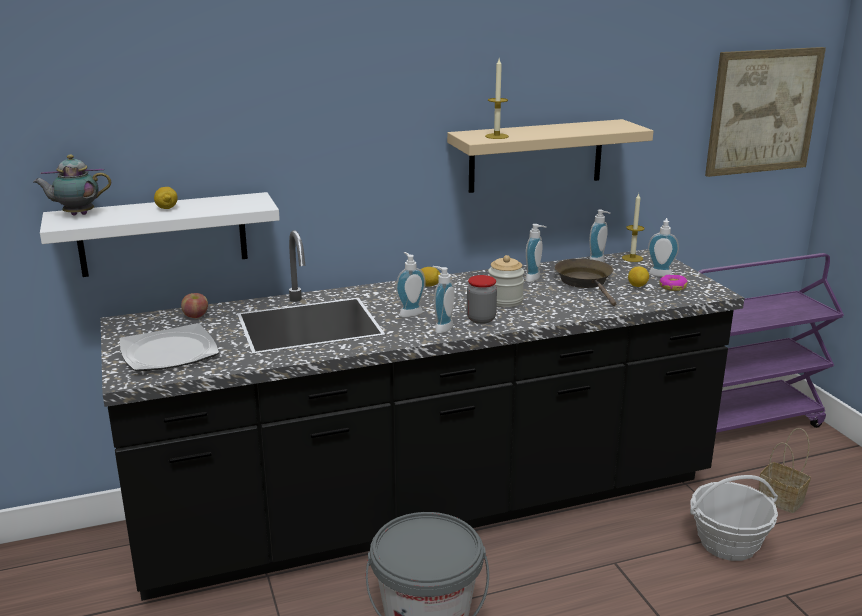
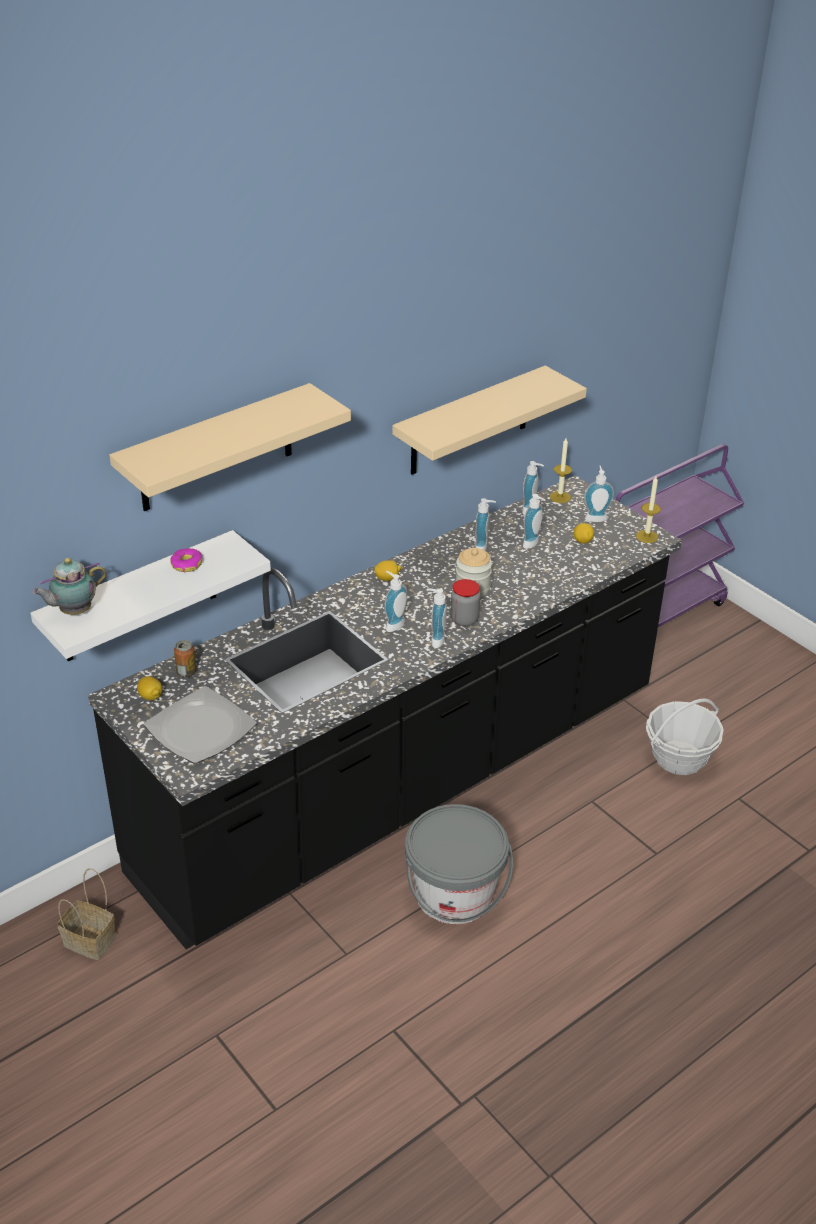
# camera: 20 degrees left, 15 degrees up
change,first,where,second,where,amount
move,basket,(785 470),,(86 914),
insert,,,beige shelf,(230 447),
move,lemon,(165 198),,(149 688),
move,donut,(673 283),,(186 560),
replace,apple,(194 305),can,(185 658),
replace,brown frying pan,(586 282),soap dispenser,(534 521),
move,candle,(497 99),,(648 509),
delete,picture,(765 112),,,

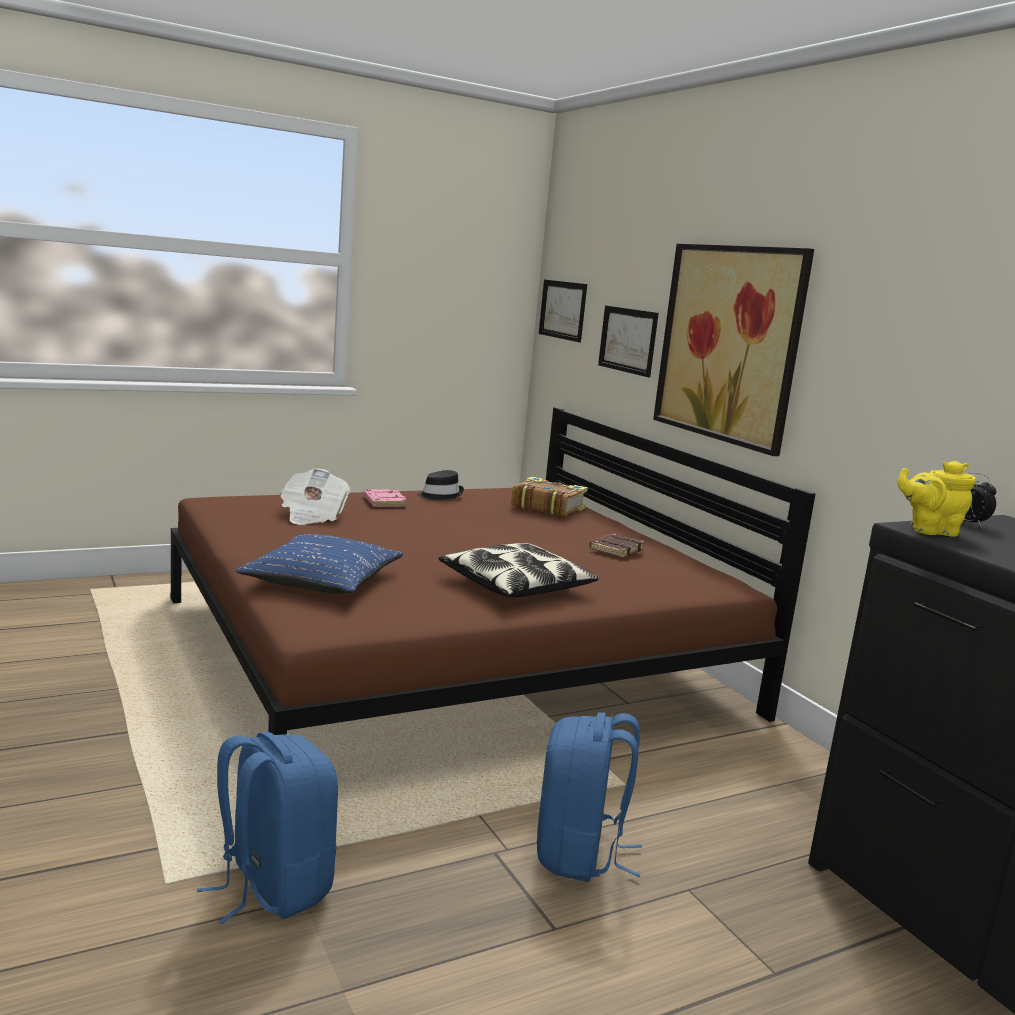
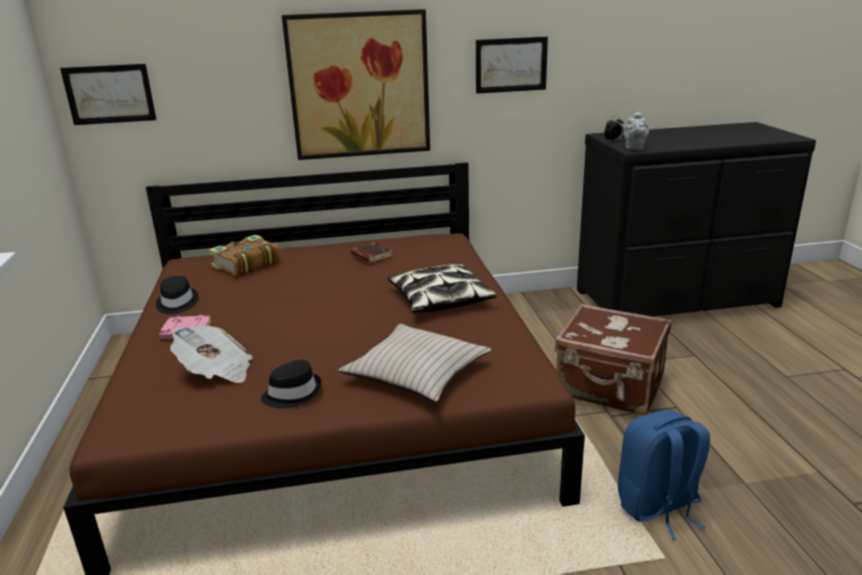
# camera: 70 degrees left, 10 degrees up
change,first,where,second,where,amount
insert,,,black hat,(291 384),
recolor,blue pillow,(319 564),beige pillow,(414 363),
move,picture,(628 341),,(512 65),
replace,blue backpack,(589 797),brown suitcase,(613 360),
recolor,yellow teapot,(936 499),grey teapot,(636 131),

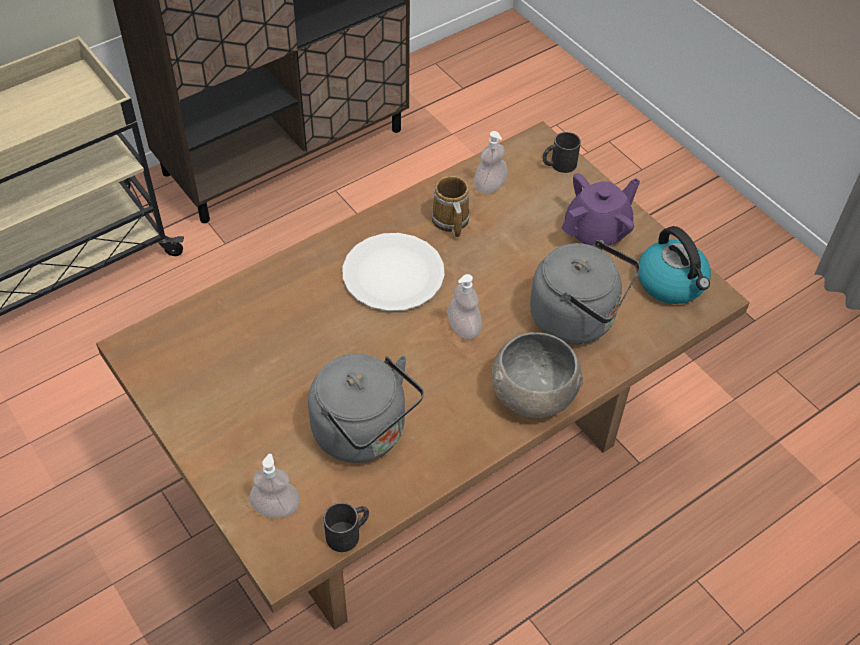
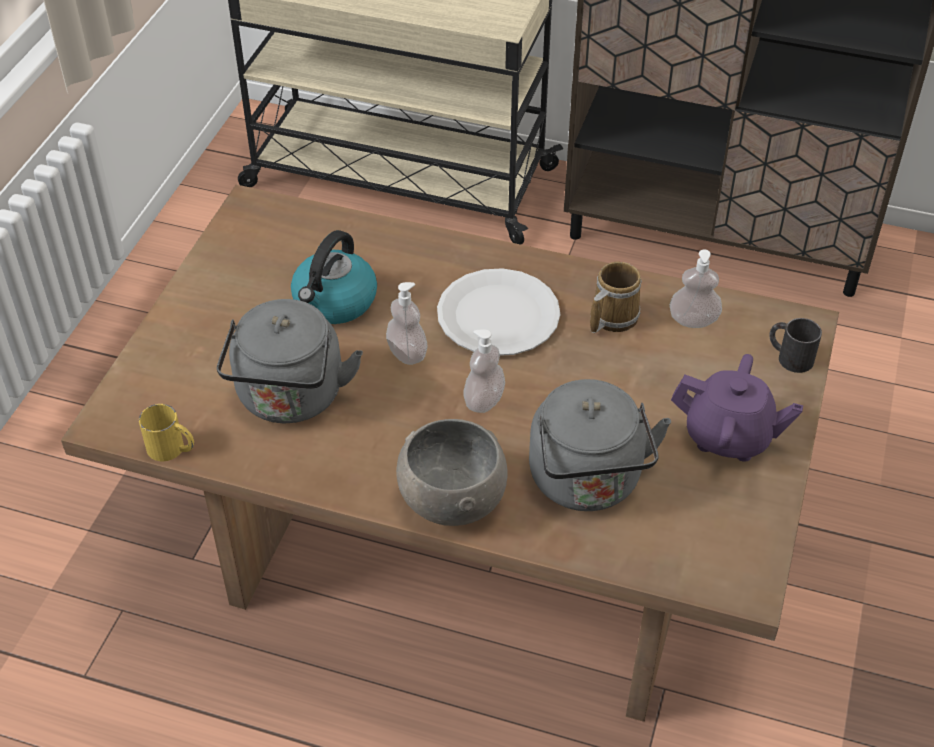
# camera: 55 degrees right, 5 degrees down
change,first,where,second,where,amount
recolor,black mug,(346 527),yellow mug,(166 432),
move,kettle,(674 265),,(334 277),
move,soap dispenser,(274 486),,(407 323),

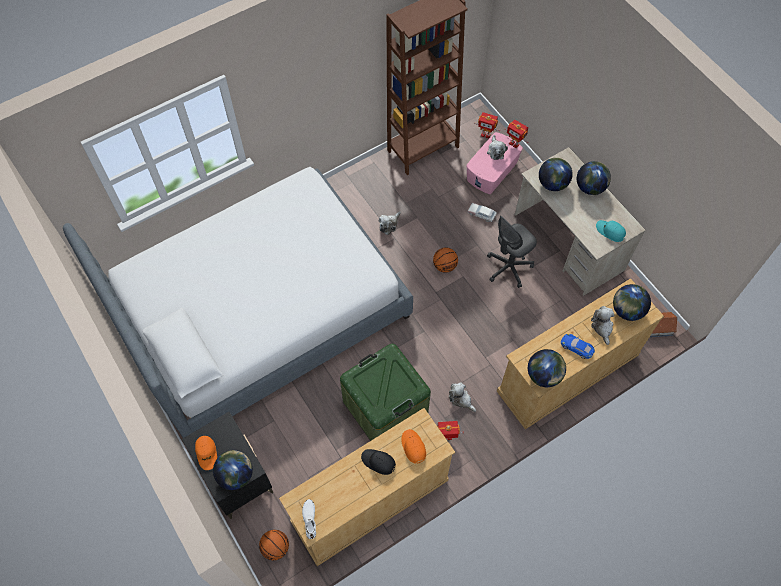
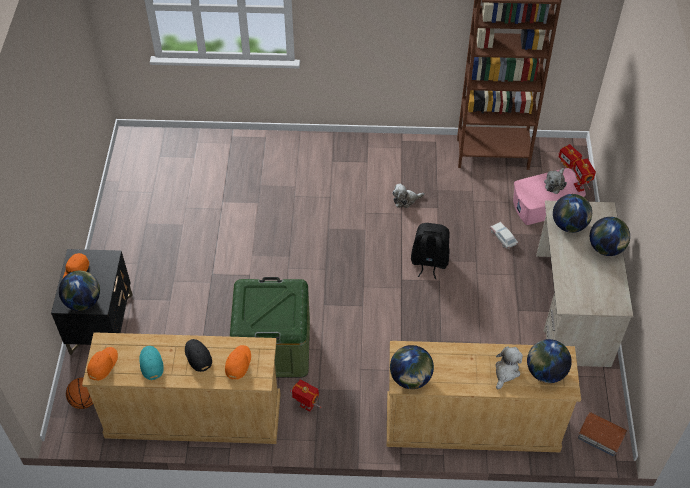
# camera: 35 degrees right, 10 degrees down
change,first,where,second,where,amount
replace,white shoe,(309 519),orange cap,(102 364),
move,turquoise cap,(611 231),,(151 363),
replace,basketball,(445 260),black backpack,(430 251),
delete,bed,(238 302),,,
delete,plush toy,(462 397),,,
delete,grey office chair,(512 251),,,
delete,blue toy car,(578 346),,,

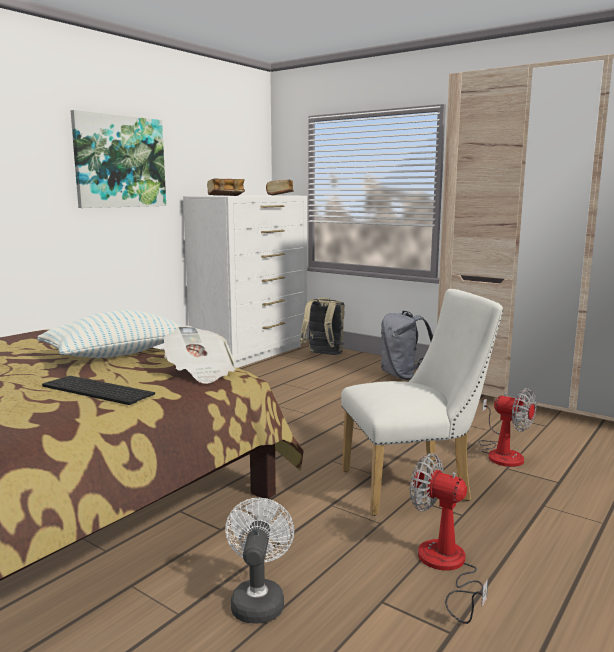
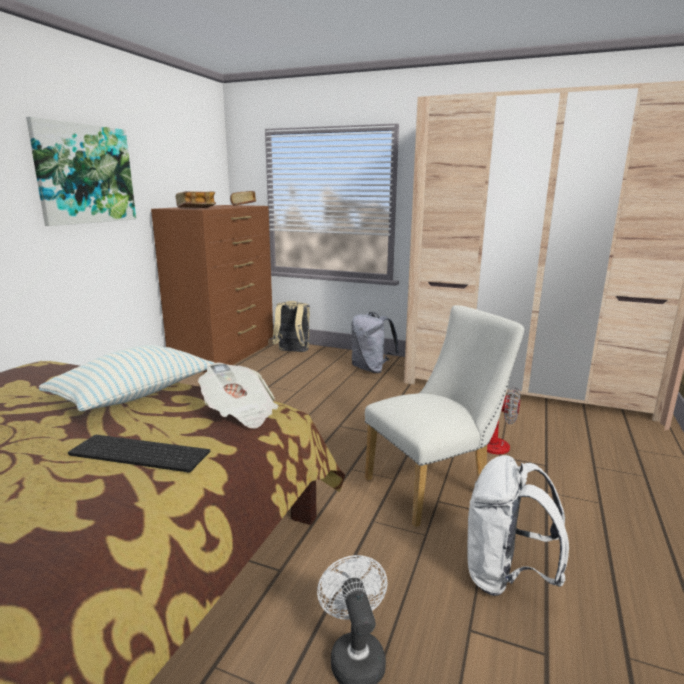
# camera: 15 degrees left, 5 degrees up
change,first,where,second,where,amount
recolor,white dresser,(245 281),brown dresser,(212 289),
replace,fan,(449 538),white backpack,(518 525),

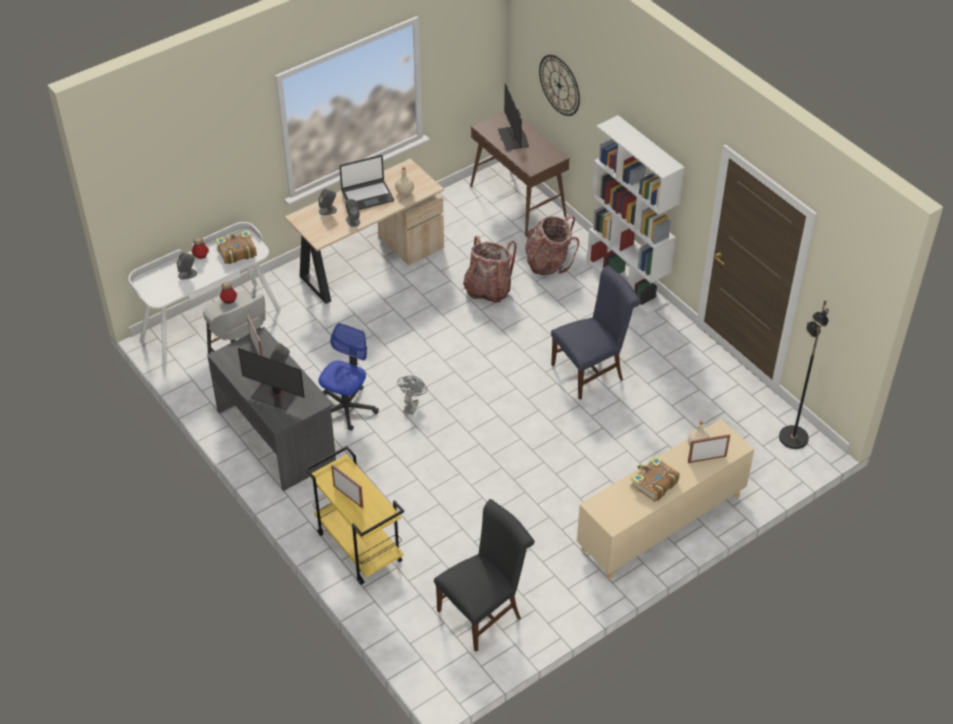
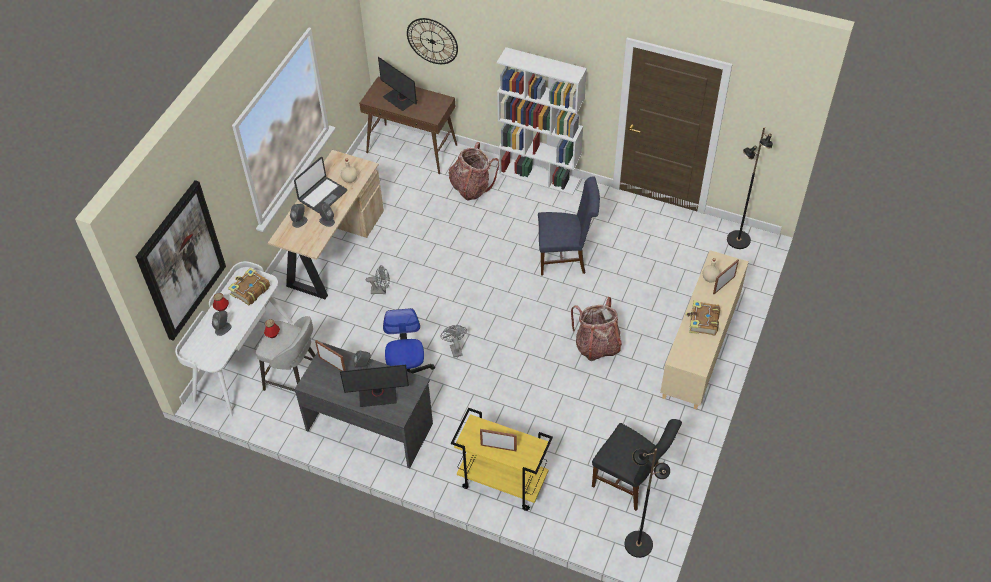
# camera: 30 degrees left, 5 degrees up
change,first,where,second,where,amount
insert,,,picture,(181 260),
insert,,,grey fan,(378 279),
rotate,blue chair,(596 332),,(569 225),60 degrees clockwise
move,backpack,(490 269),,(596 329),
rotate,black chair,(484 575),,(637 465),105 degrees clockwise
insert,,,black floor lamp,(647 503),

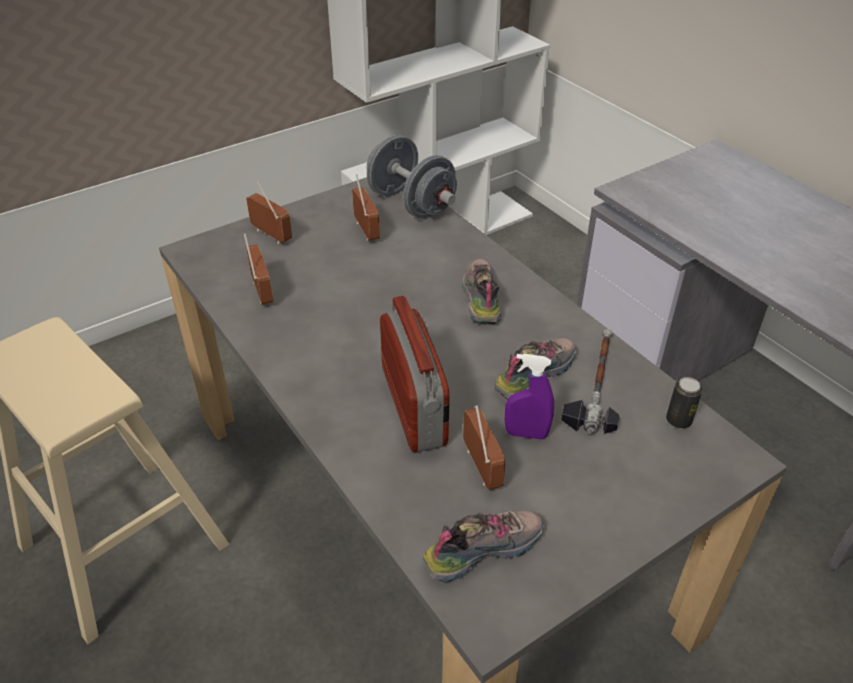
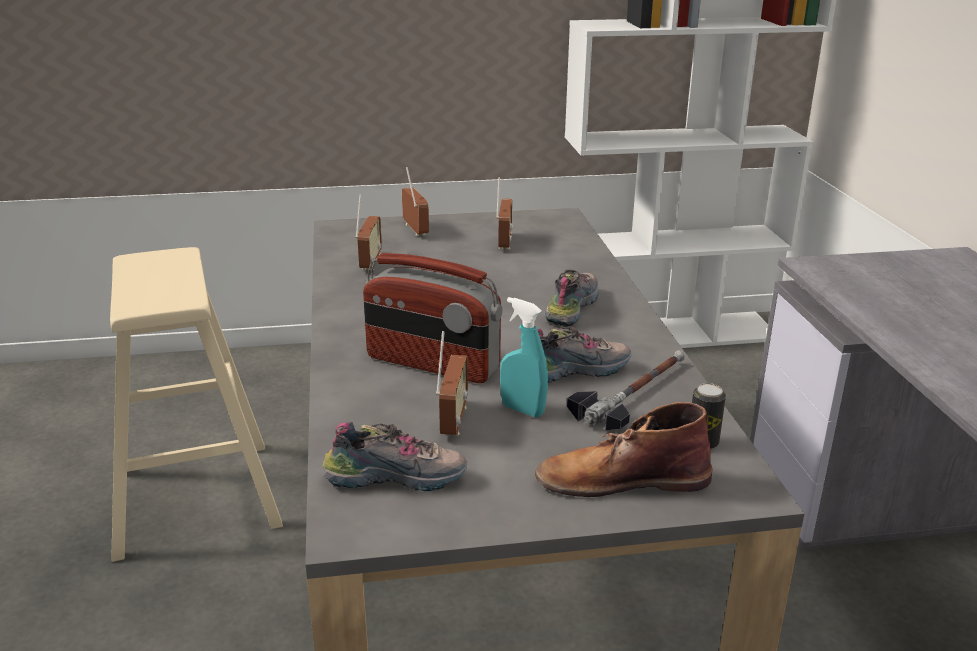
# camera: 25 degrees right, 15 degrees down
change,first,where,second,where,amount
rotate,radio,(415 374),,(433 318),105 degrees clockwise
recolor,purple spray bottle,(529 397),turquoise spray bottle,(524 357),
insert,,,brown boot,(624 449),
delete,grey dumbbell,(412 177),,,

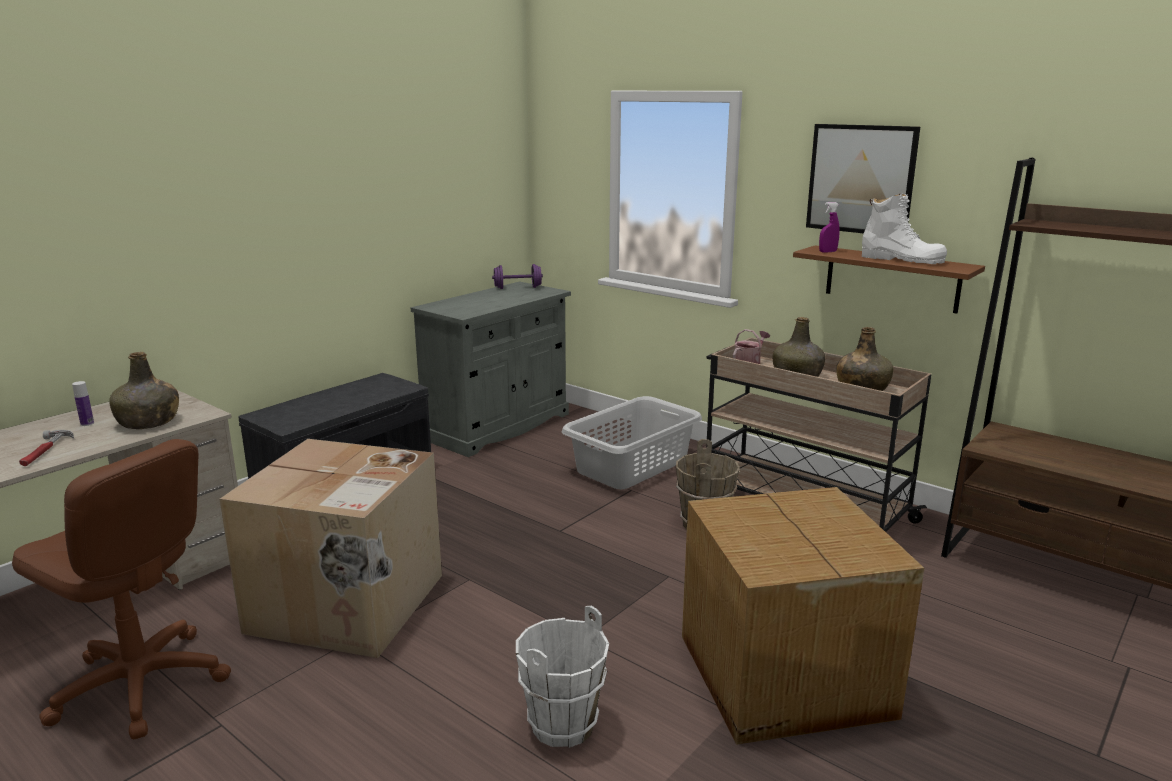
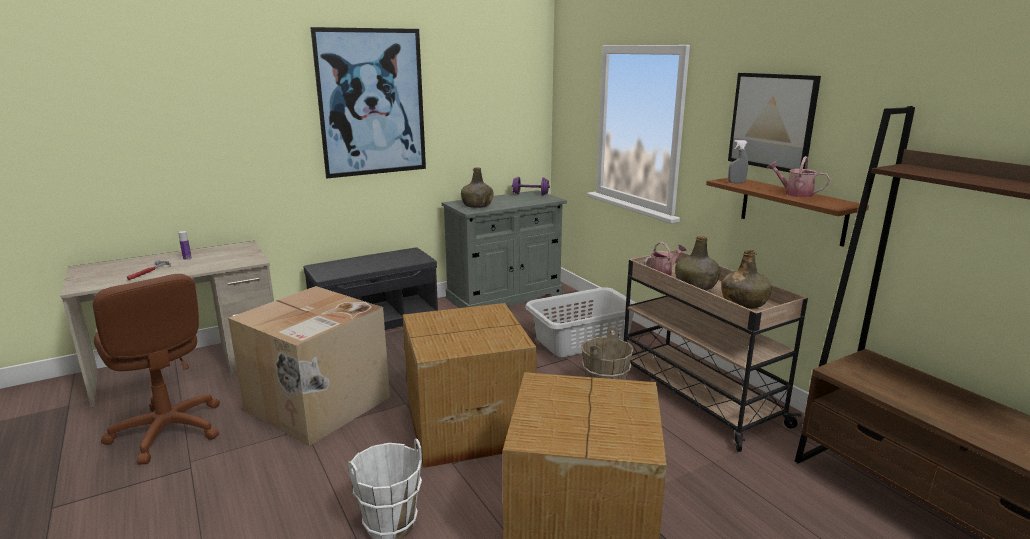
# camera: 20 degrees right, 0 degrees up
change,first,where,second,where,amount
insert,,,picture,(368 102),
insert,,,cardboard box,(470 385),
move,green bottle,(144 390),,(477 188),
recolor,purple spray bottle,(829 227),grey spray bottle,(738 161),
replace,white boot,(904 229),watering can,(798 177),

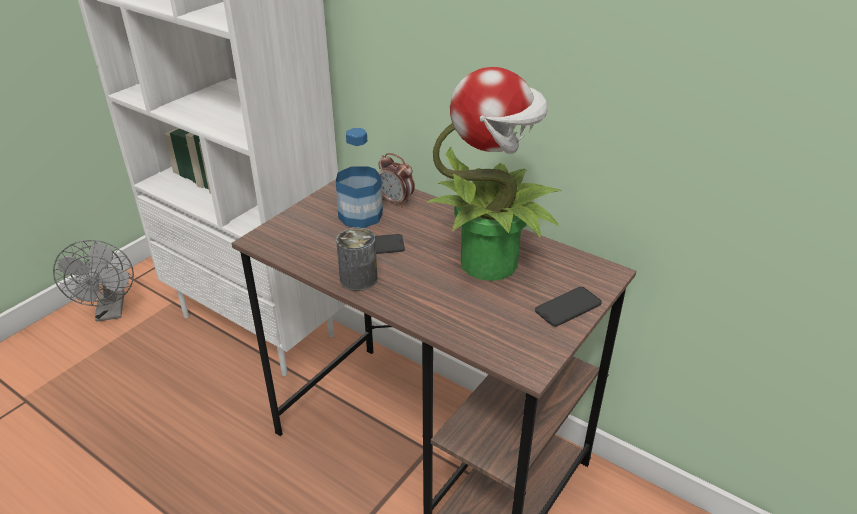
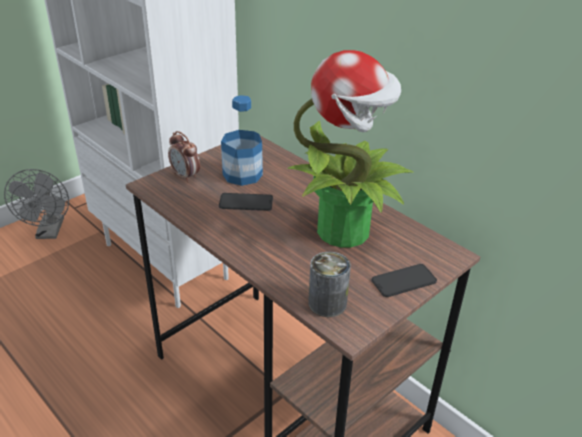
# camera: 10 degrees right, 0 degrees up
change,first,where,second,where,amount
move,alarm clock,(396 180),,(184 157),
move,can,(356 259),,(329 284),

